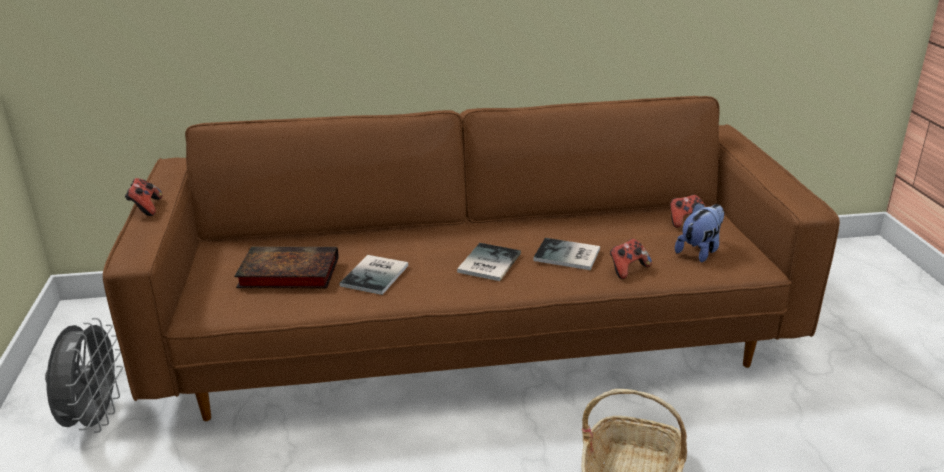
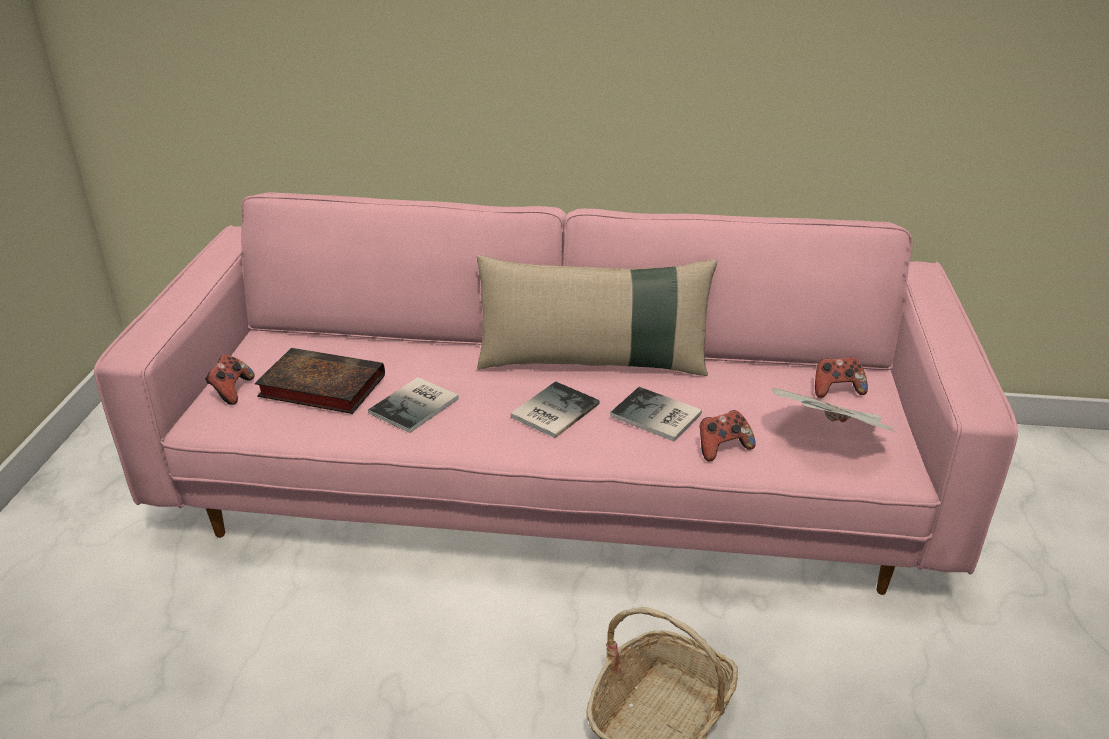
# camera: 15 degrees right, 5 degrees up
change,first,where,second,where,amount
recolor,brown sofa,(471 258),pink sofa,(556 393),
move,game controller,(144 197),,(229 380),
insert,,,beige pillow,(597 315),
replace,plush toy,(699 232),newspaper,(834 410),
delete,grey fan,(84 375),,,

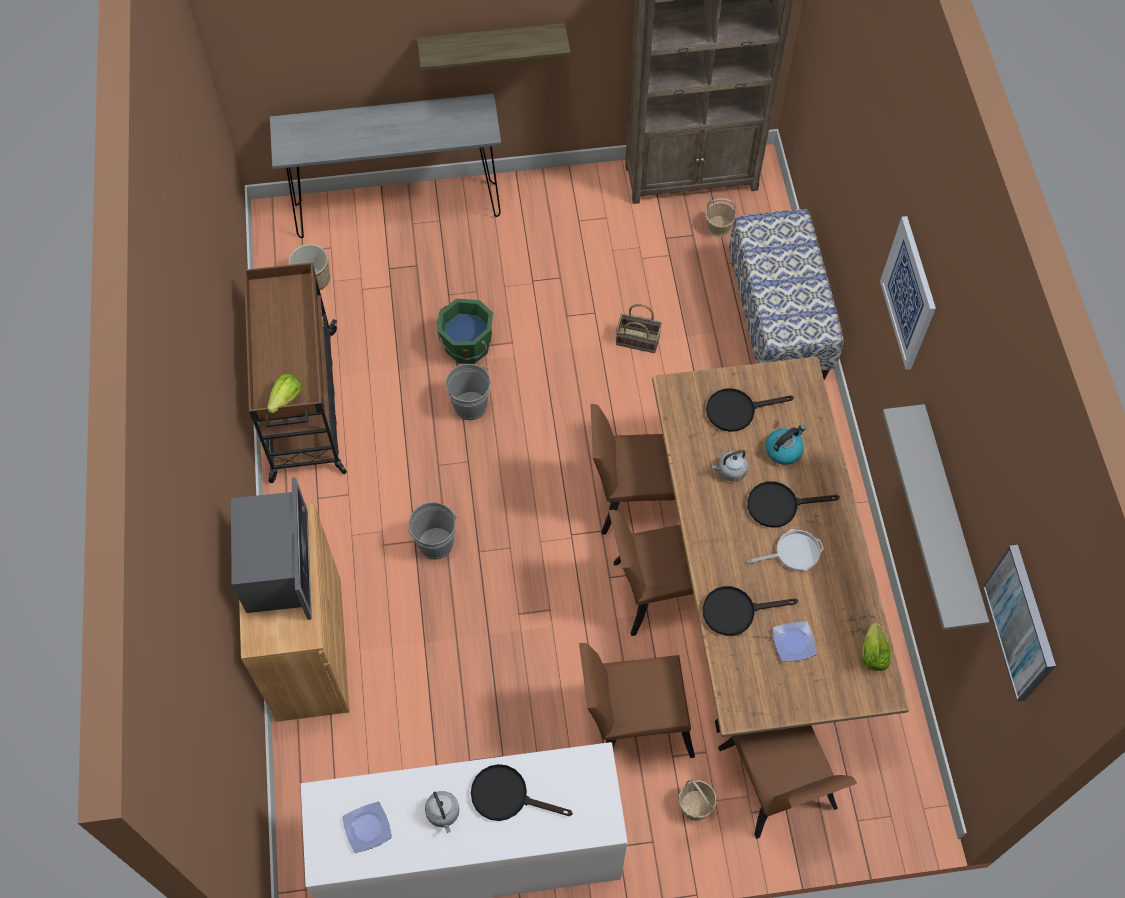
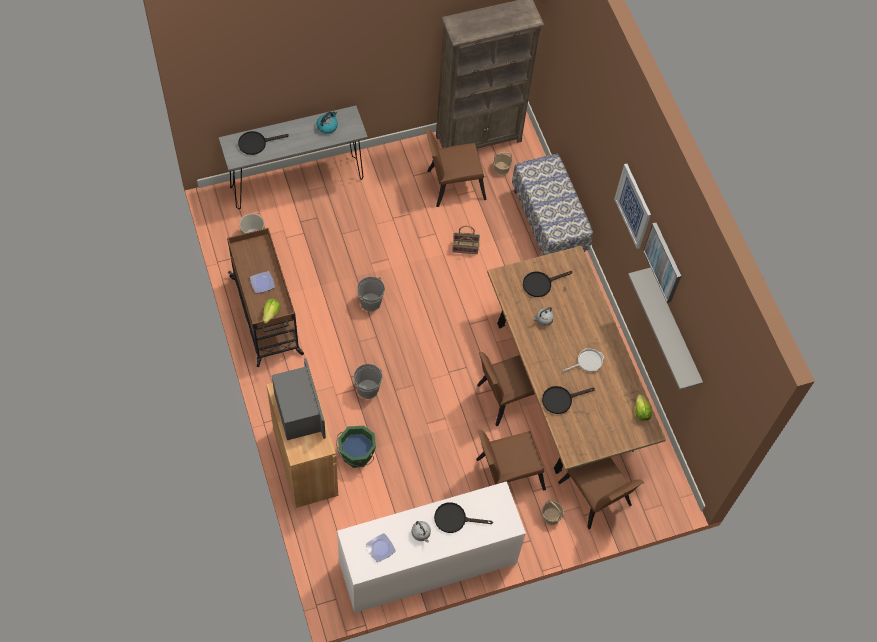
# camera: 15 degrees left, 0 degrees up
change,first,where,second,where,amount
move,black frying pan,(793 504),,(263 143),
move,plate,(794 641),,(262 282),
move,kettle,(785 445),,(327 122),
move,green bucket,(464 331),,(356 447),
move,brown chair,(632 469),,(456 167),
move,picture,(1019 623),,(662 263),
delete,shelf,(493 46),,,

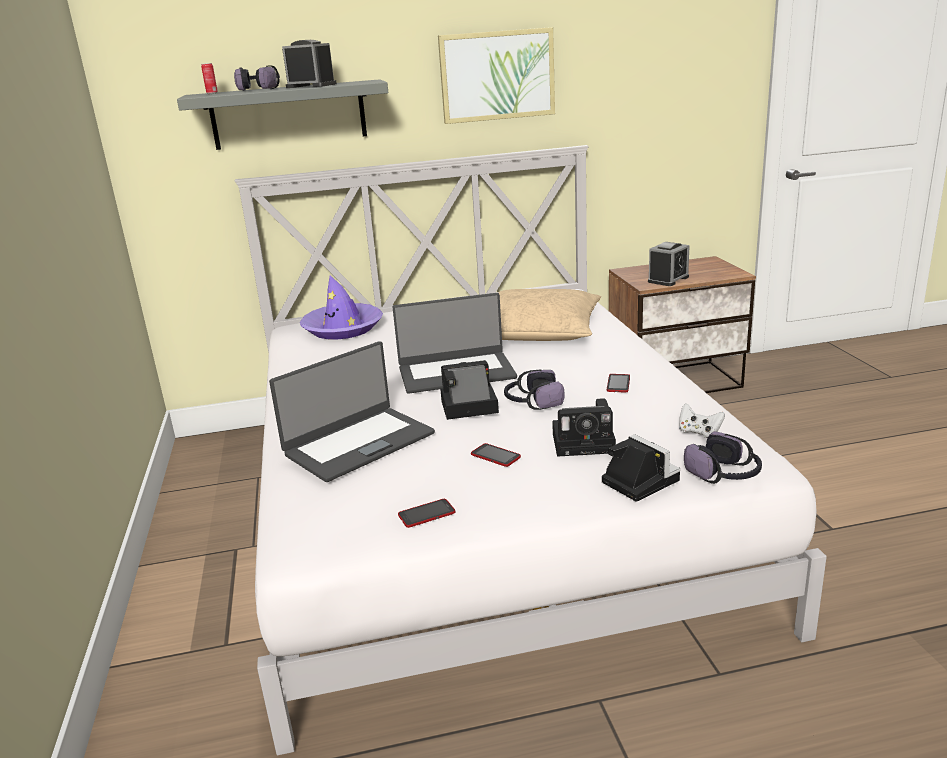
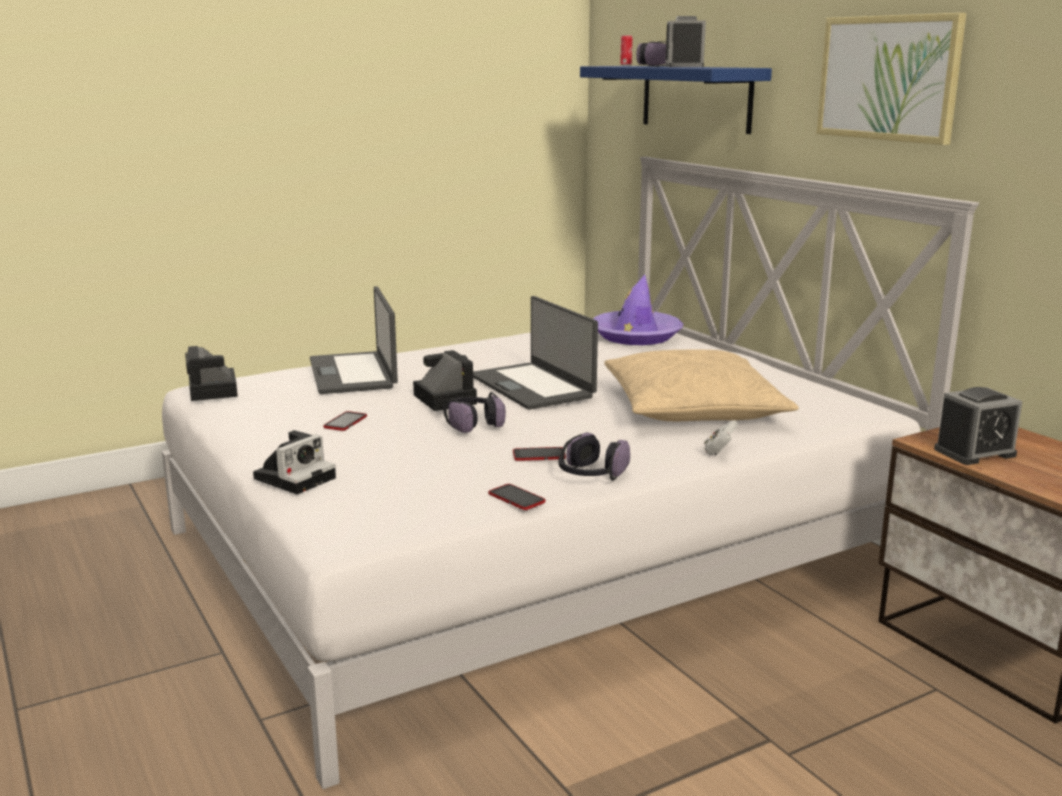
# camera: 70 degrees right, 5 degrees down
change,first,where,second,where,amount
move,photo camera,(584 427),,(211 373),
rotate,laptop,(352 411),,(354 340),45 degrees clockwise
move,phone,(426 513),,(516 497),
move,headphones,(723 457),,(594 456),
recolor,grey shelf,(282 114),blue shelf,(676 100),
move,white game controller,(702 420),,(721 437),
rotate,alarm clock,(669 264),,(978 426),45 degrees counterclockwise

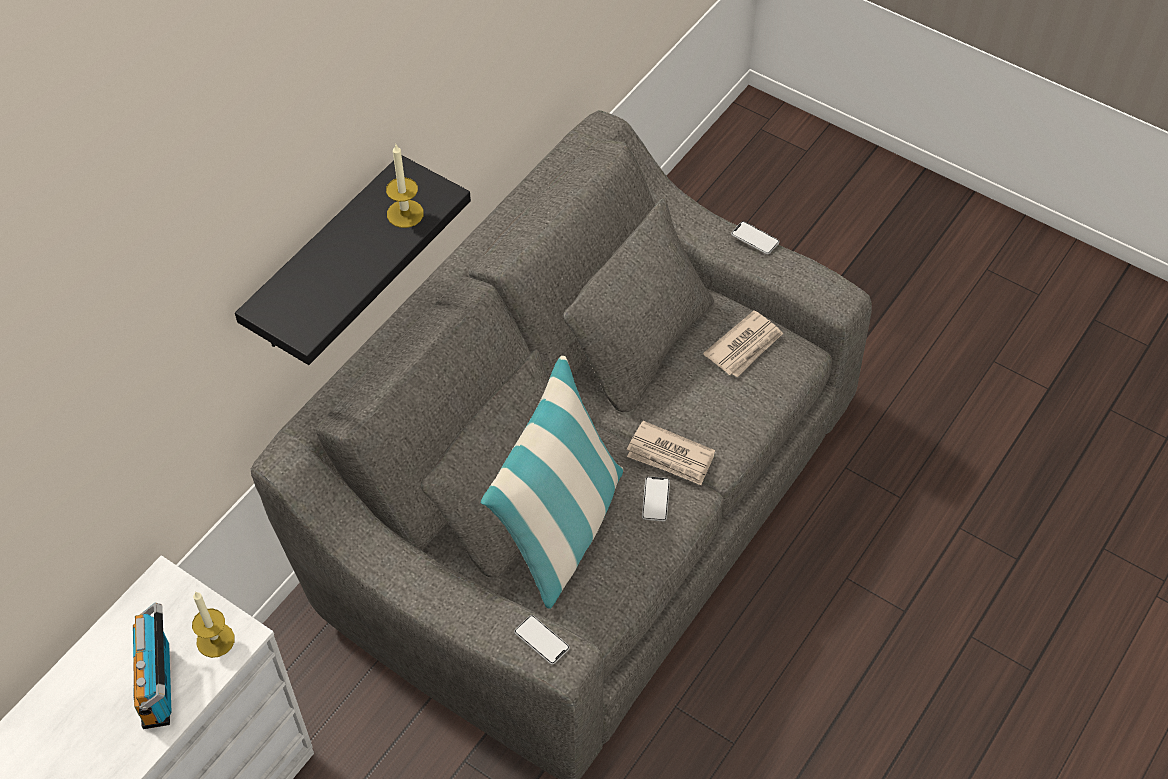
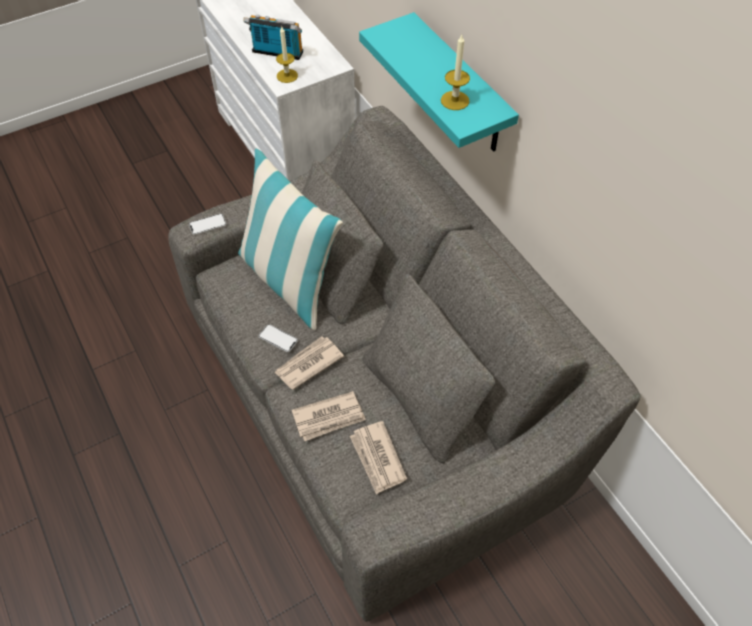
# camera: 115 degrees right, 0 degrees up
change,first,where,second,where,amount
insert,,,newspaper,(329 416),
recolor,black shelf,(353 260),turquoise shelf,(439 81),
delete,phone,(755 237),,,

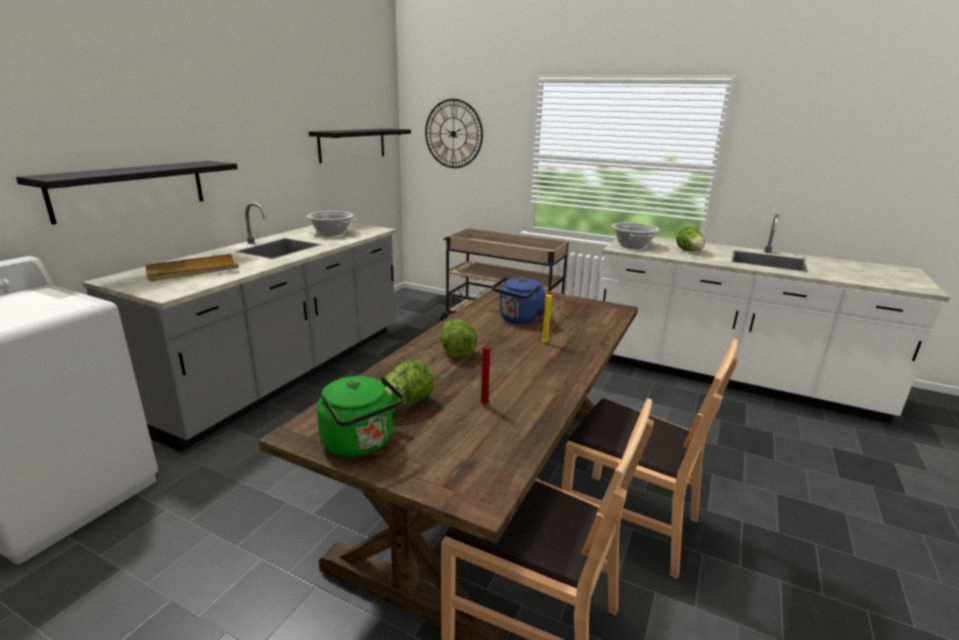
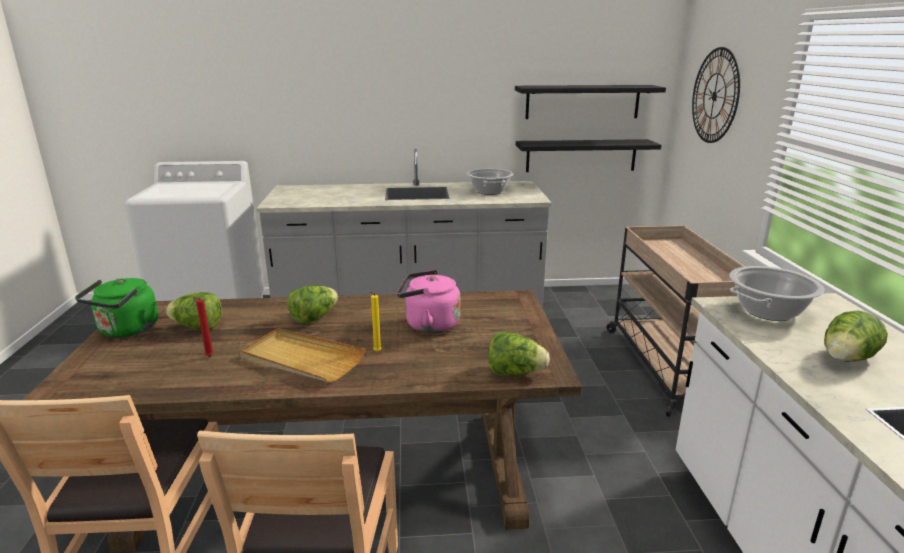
# camera: 60 degrees right, 0 degrees up
change,first,where,second,where,amount
move,beige tray,(192 267),,(303 355),
recolor,blue kettle,(518 300),pink kettle,(428 301),
insert,,,lettuce,(519 354),
move,black shelf,(127 193),,(589 155),

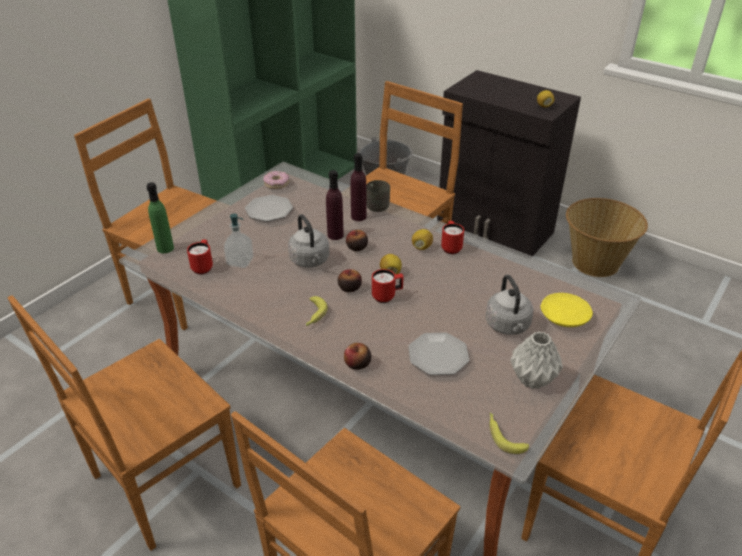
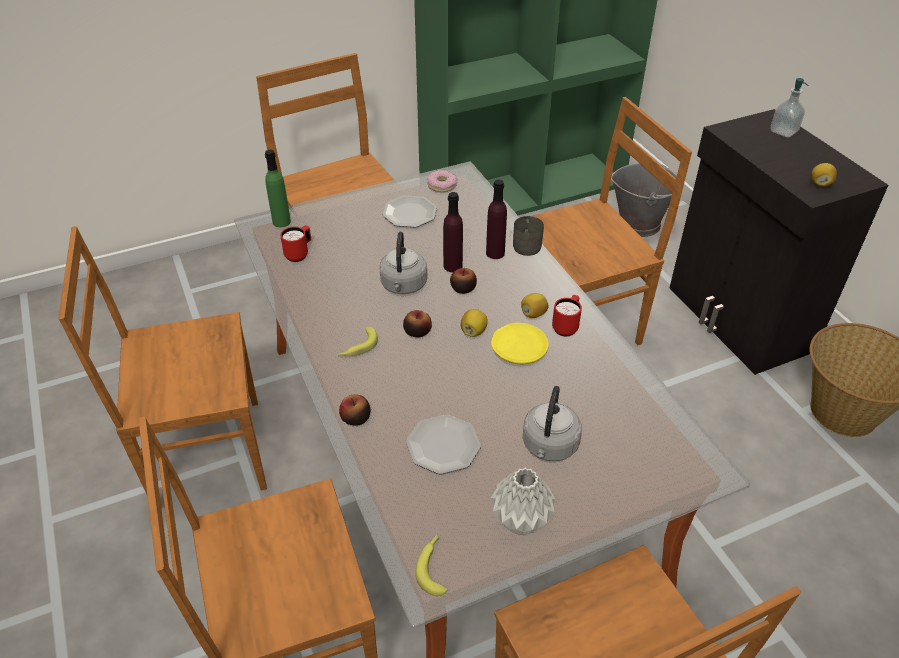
# camera: 30 degrees right, 5 degrees up
change,first,where,second,where,amount
move,yellow plate,(567 310),,(520 343),
move,soap dispenser,(239 241),,(789 107),
delete,red mug,(388 286),,,

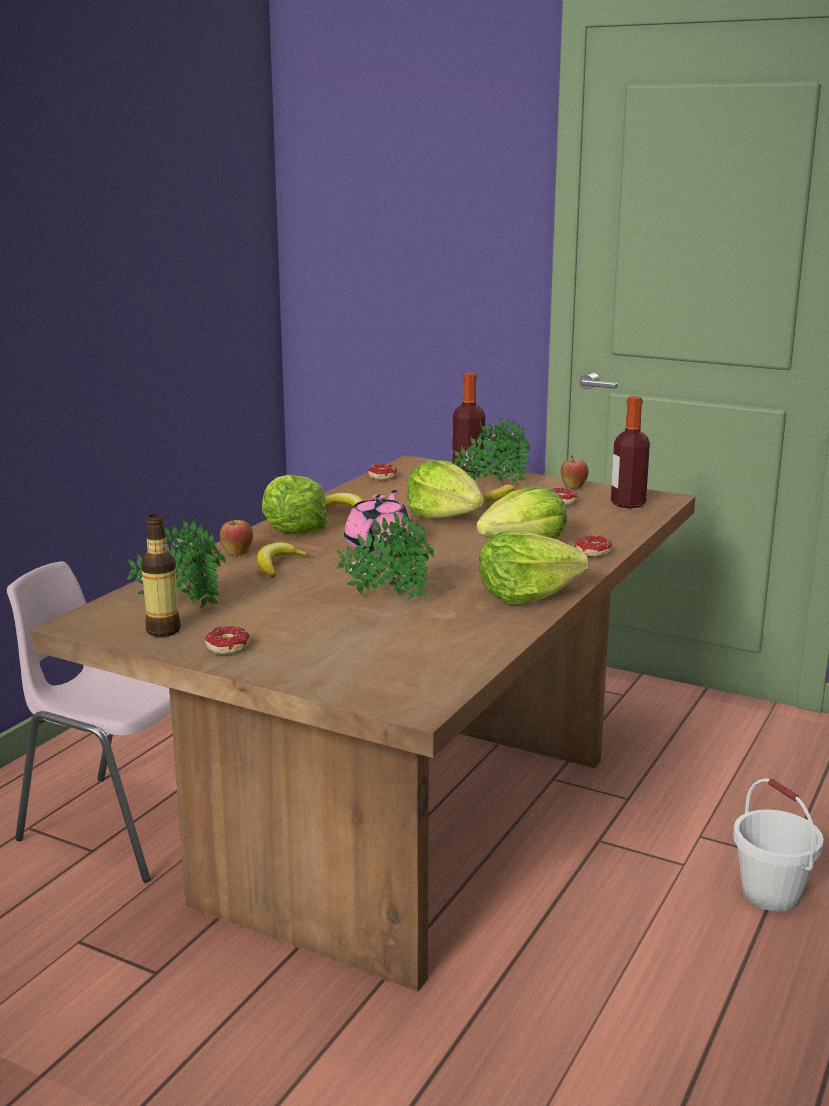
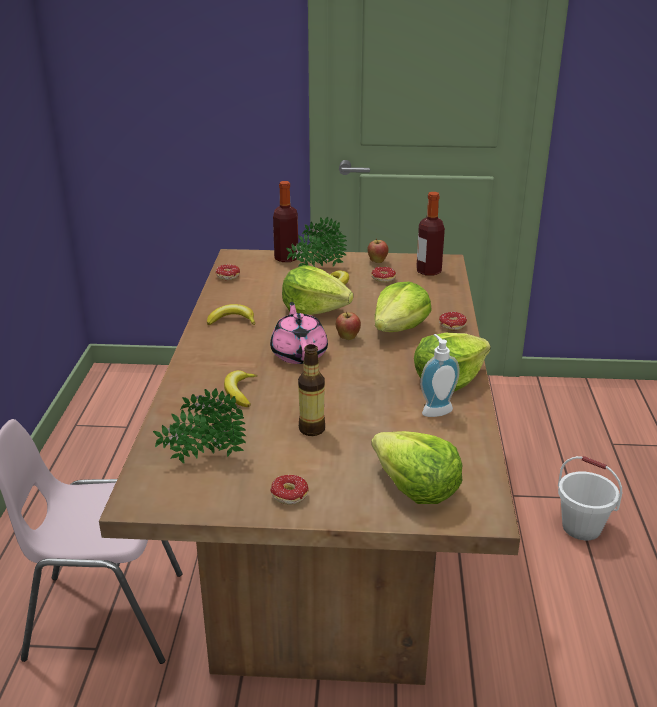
# camera: 25 degrees left, 10 degrees up
change,first,where,second,where,amount
move,bottle,(161 575),,(311 390),
move,apple,(236 535),,(348 326),
move,lettuce,(295 504),,(416 467),
insert,,,soap dispenser,(440 375),
delete,potted plant,(385 556),,,

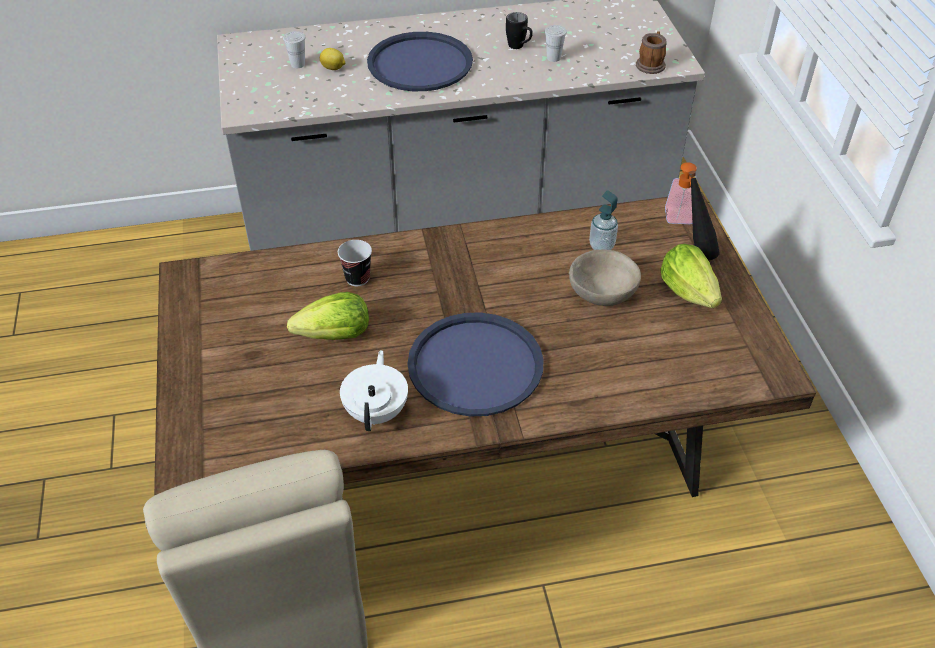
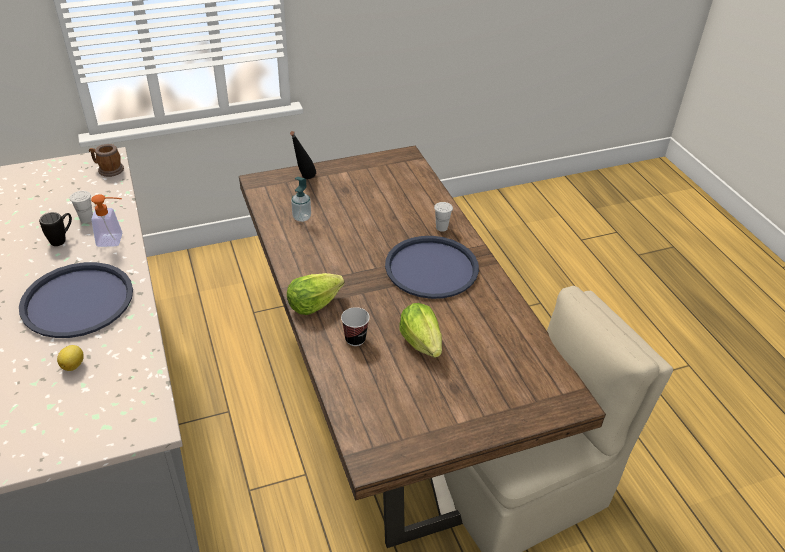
# camera: 100 degrees left, 5 degrees down
change,first,where,second,where,amount
move,soap dispenser,(681 193),,(106 220),
move,lettuce,(691 276),,(315 294),
move,white cup,(294 49),,(443 217),
delete,white teapot,(374 390),,,
delete,beige bowl,(605 278),,,

